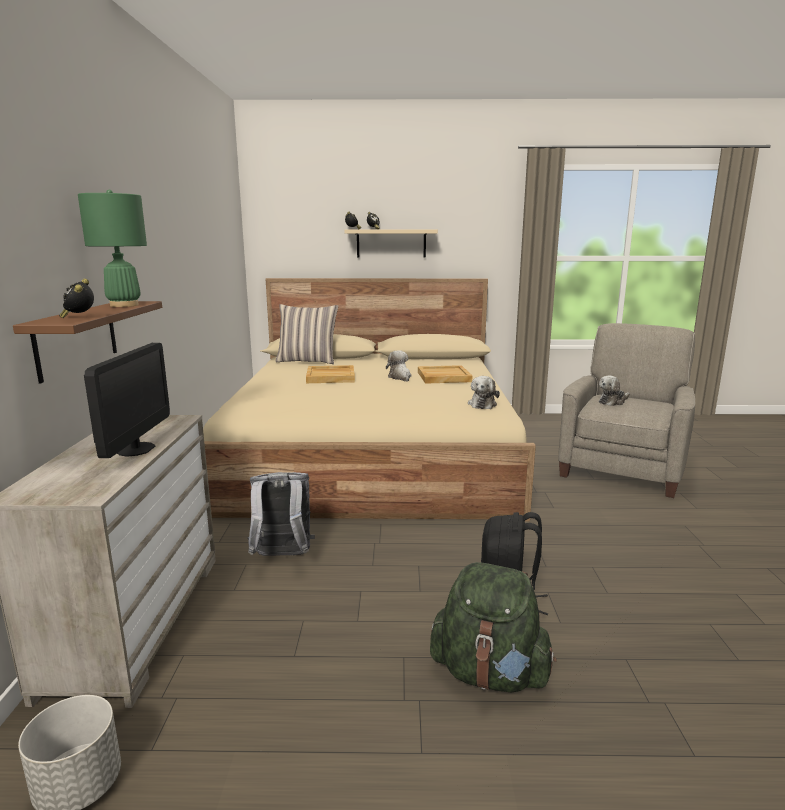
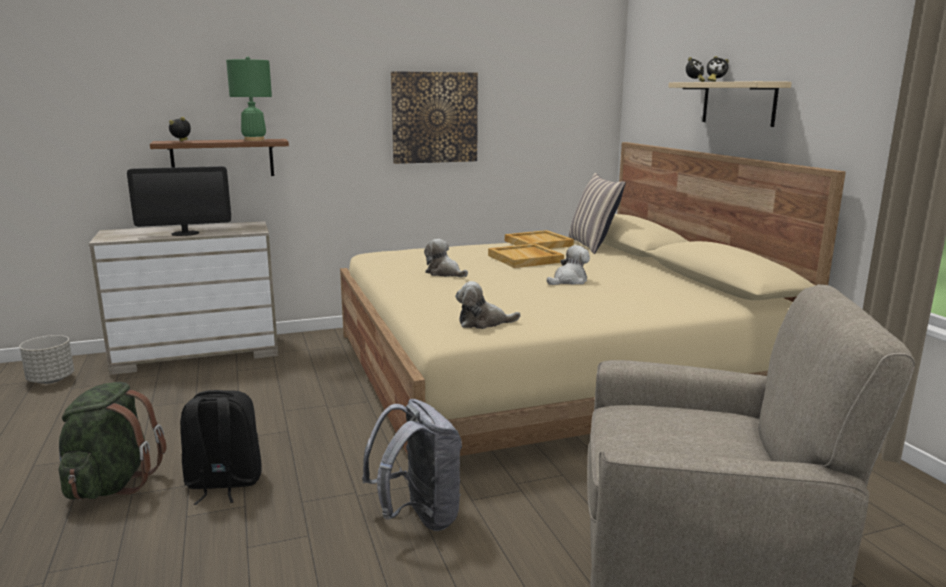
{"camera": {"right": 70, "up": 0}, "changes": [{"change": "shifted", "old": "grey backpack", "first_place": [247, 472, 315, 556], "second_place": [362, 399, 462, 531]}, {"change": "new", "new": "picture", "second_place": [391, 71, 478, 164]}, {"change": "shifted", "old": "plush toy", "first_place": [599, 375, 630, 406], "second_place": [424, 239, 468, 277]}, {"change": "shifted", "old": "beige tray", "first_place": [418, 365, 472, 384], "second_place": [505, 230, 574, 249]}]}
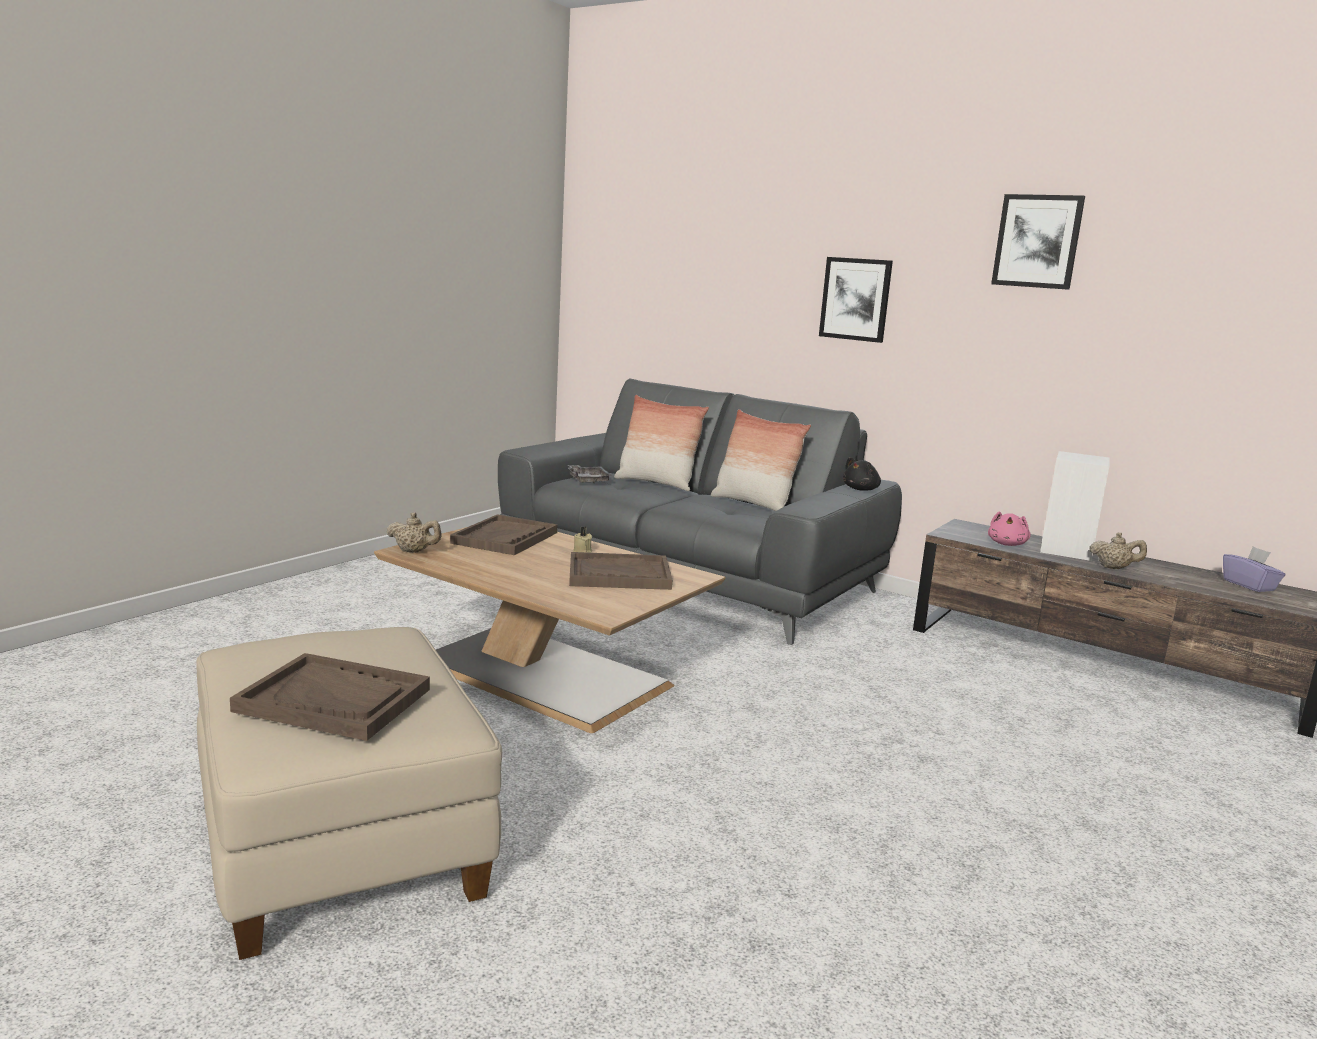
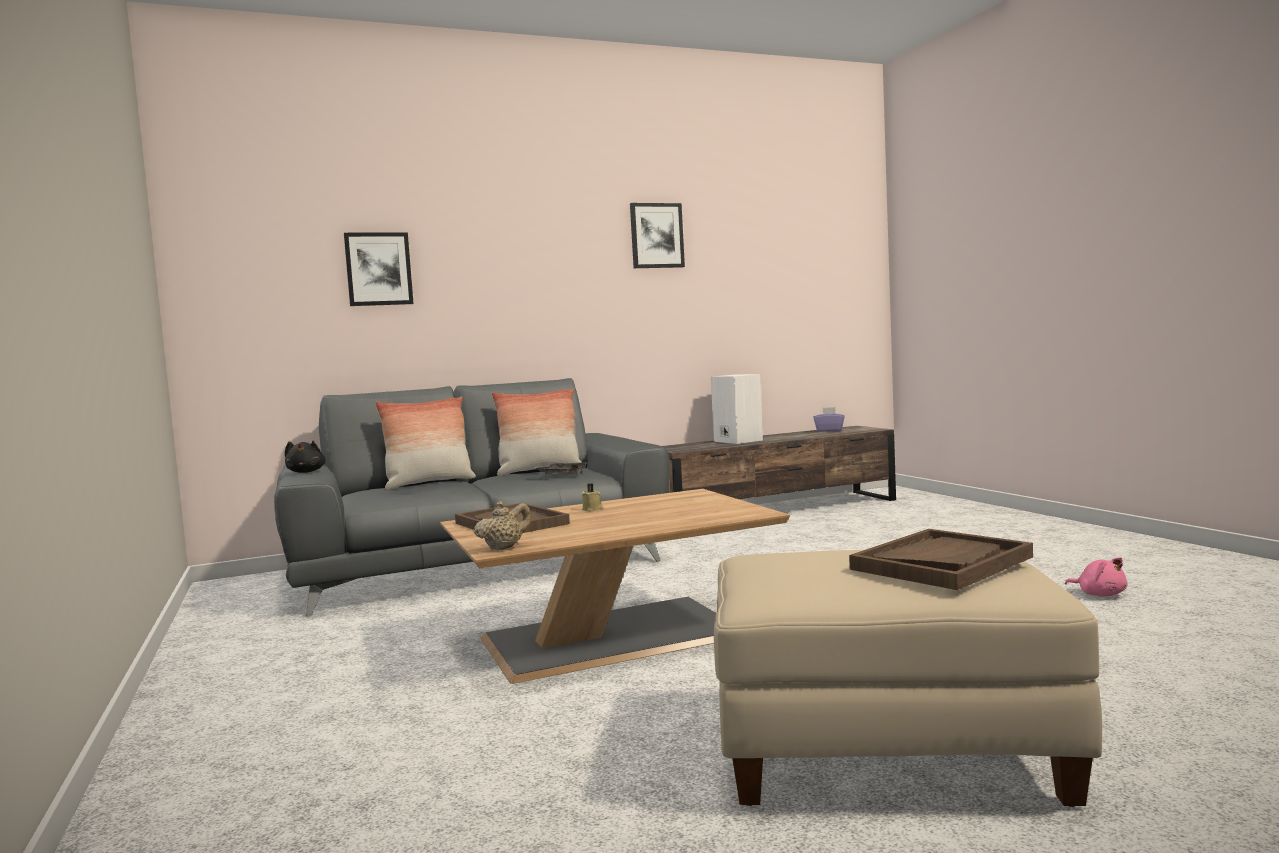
{"camera": {"right": -55, "up": -10}, "changes": [{"change": "shifted", "old": "black plush toy", "first_place": [843, 457, 881, 491], "second_place": [285, 441, 326, 473]}, {"change": "shifted", "old": "picture", "first_place": [819, 257, 893, 343], "second_place": [344, 232, 414, 306]}, {"change": "shifted", "old": "grey tray", "first_place": [567, 465, 612, 483], "second_place": [534, 462, 587, 475]}, {"change": "shifted", "old": "pink plush toy", "first_place": [988, 511, 1030, 546], "second_place": [1065, 557, 1127, 596]}, {"change": "gone", "old": "brown tray", "first_place": [569, 552, 672, 590]}, {"change": "gone", "old": "beige teapot", "first_place": [1089, 533, 1147, 569]}]}
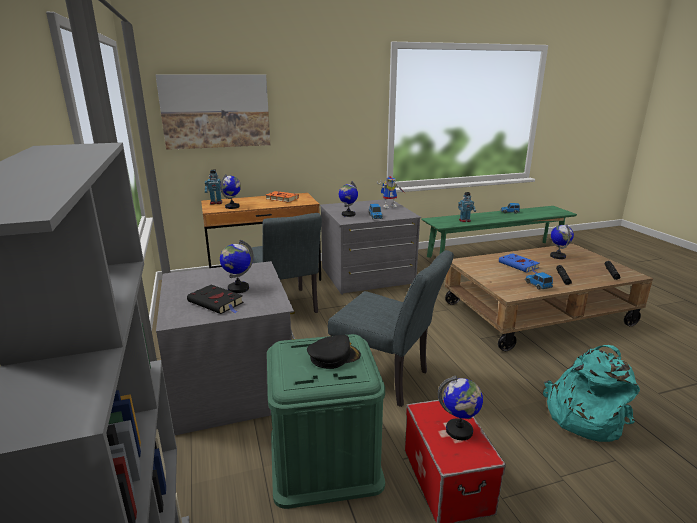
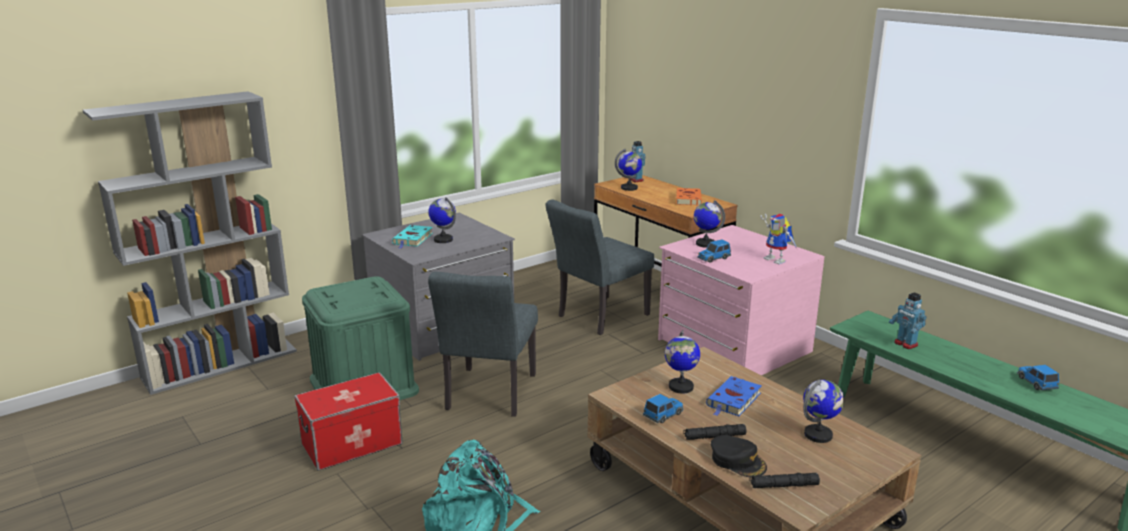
{"camera": {"right": 70, "up": 0}, "changes": [{"change": "repainted", "old": "black book", "new": "turquoise book", "first_place": [187, 285, 244, 314], "second_place": [392, 225, 433, 248]}, {"change": "repainted", "old": "grey dresser", "new": "pink dresser", "first_place": [320, 199, 421, 295], "second_place": [658, 225, 825, 375]}, {"change": "shifted", "old": "globe", "first_place": [438, 376, 483, 440], "second_place": [665, 330, 700, 394]}, {"change": "shifted", "old": "black cap", "first_place": [307, 335, 361, 369], "second_place": [711, 435, 767, 477]}, {"change": "gone", "old": "picture", "first_place": [155, 75, 270, 150]}]}
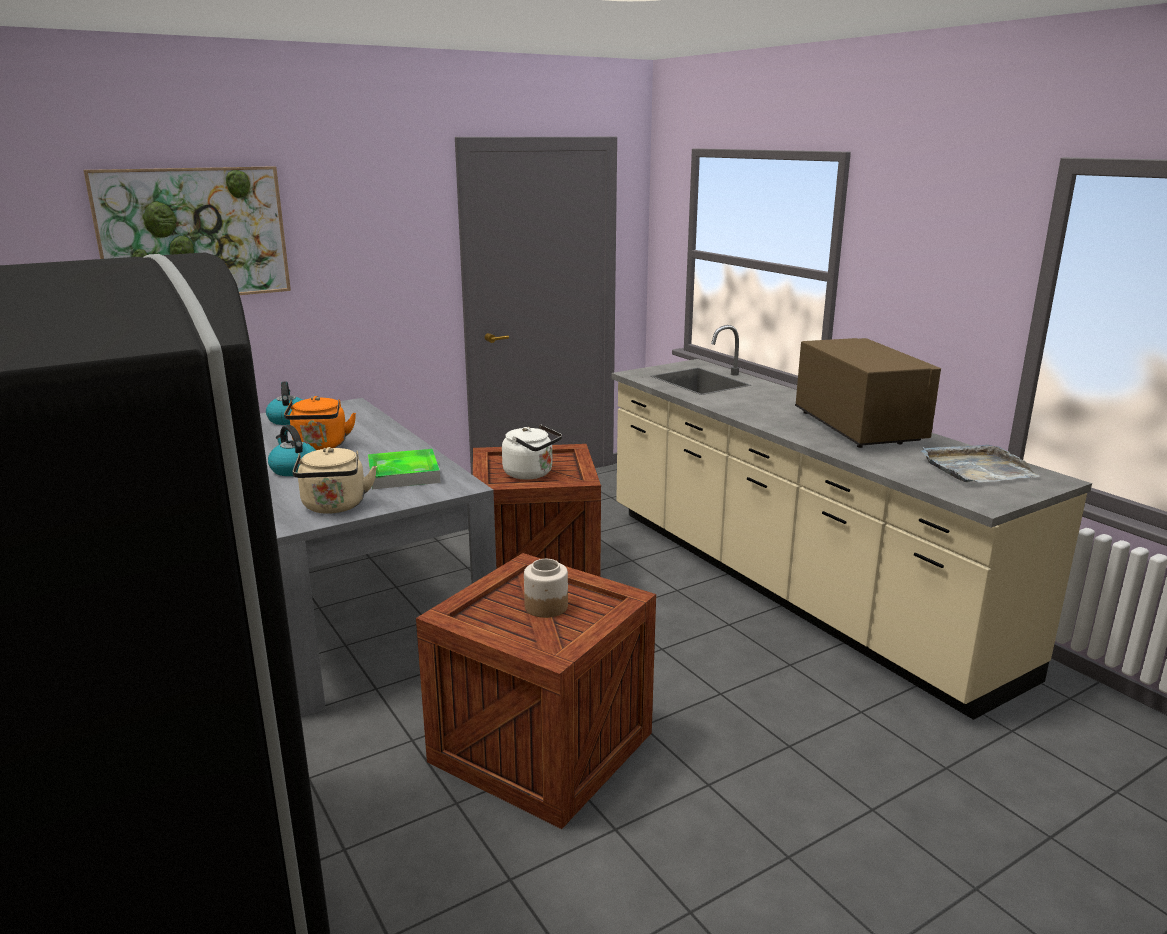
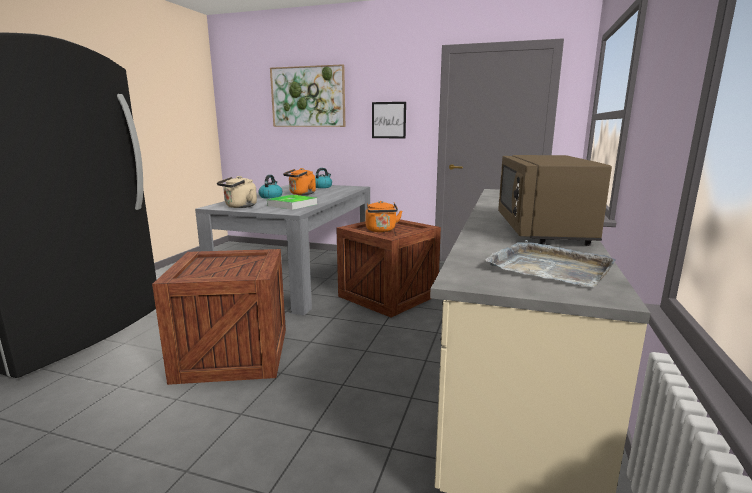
{"camera": {"right": 50, "up": -5}, "changes": [{"change": "repainted", "old": "white kettle", "new": "orange kettle", "first_place": [502, 424, 562, 480], "second_place": [365, 201, 402, 232]}, {"change": "new", "new": "picture", "second_place": [372, 102, 406, 139]}, {"change": "rotated", "old": "brown microwave", "first_place": [795, 338, 941, 448], "second_place": [498, 155, 612, 246], "degrees": 150}, {"change": "gone", "old": "jar", "first_place": [524, 559, 568, 618]}]}
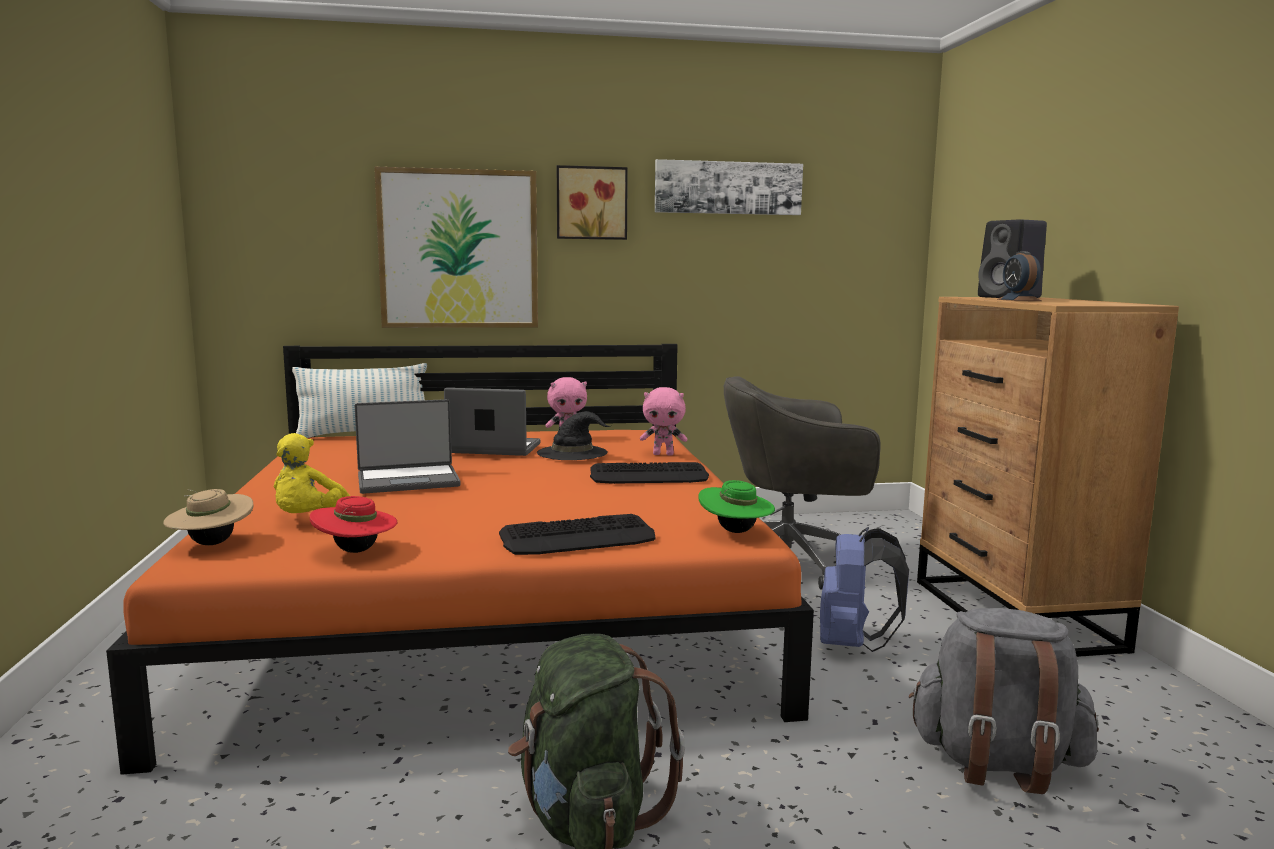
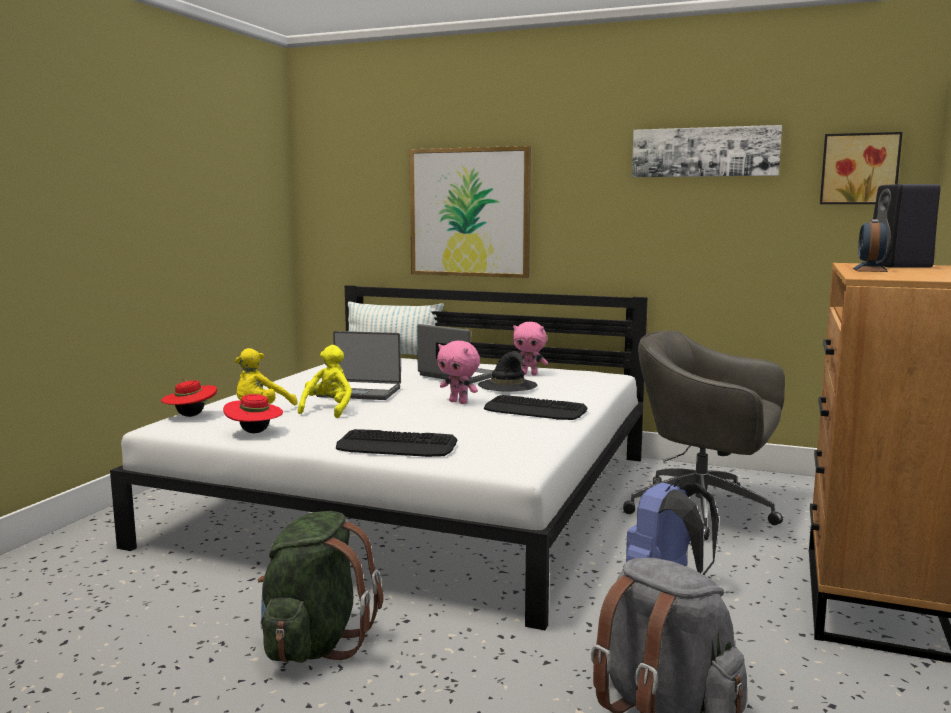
{"camera": {"right": 30, "up": 0}, "changes": [{"change": "repainted", "old": "orange bed", "new": "white bed", "first_place": [106, 344, 814, 775], "second_place": [110, 285, 648, 630]}, {"change": "repainted", "old": "beige hat", "new": "red hat", "first_place": [163, 489, 254, 545], "second_place": [161, 379, 217, 417]}, {"change": "new", "new": "yellow plush toy", "second_place": [298, 345, 352, 418]}, {"change": "shifted", "old": "pink plush toy", "first_place": [640, 387, 687, 455], "second_place": [437, 341, 480, 404]}, {"change": "shifted", "old": "picture", "first_place": [557, 165, 628, 240], "second_place": [820, 132, 903, 204]}, {"change": "gone", "old": "green hat", "first_place": [698, 480, 775, 533]}]}
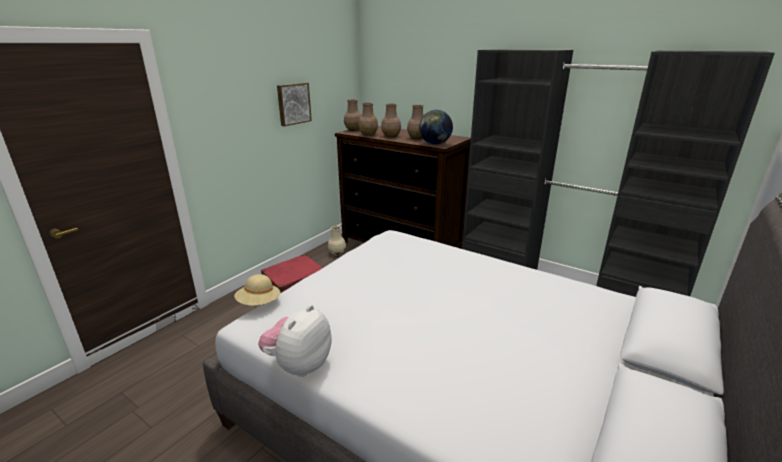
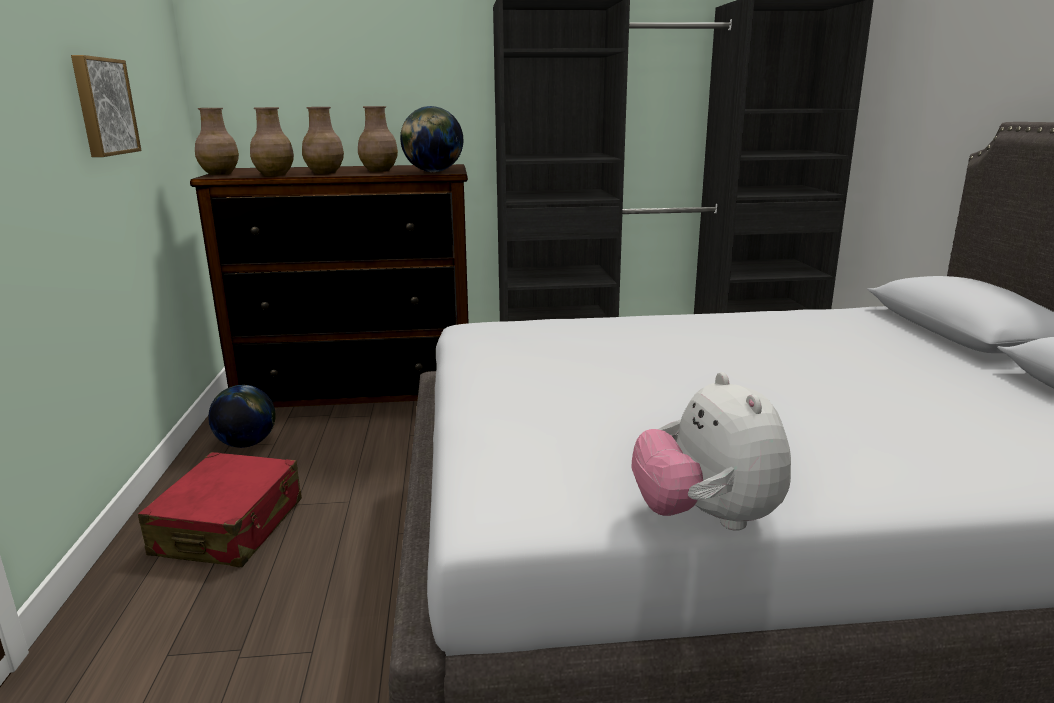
{"camera": {"right": -40, "up": -5}, "changes": [{"change": "swapped", "old": "beige vase", "new": "globe", "first_place": [328, 226, 346, 256], "second_place": [208, 385, 276, 448]}, {"change": "gone", "old": "beige hat", "first_place": [234, 274, 280, 306]}]}
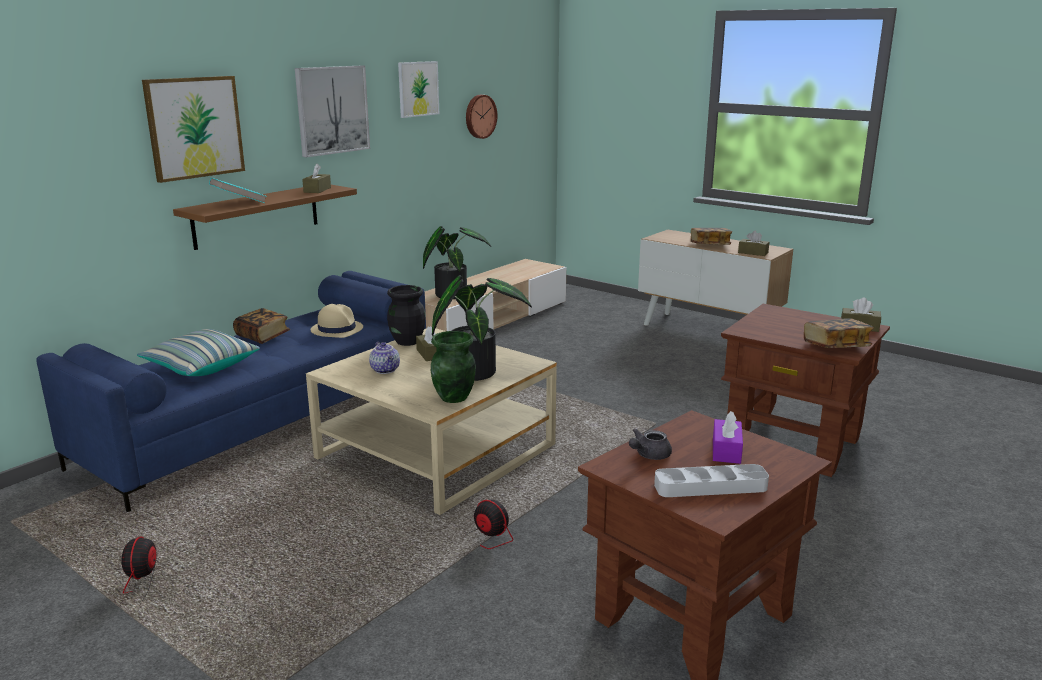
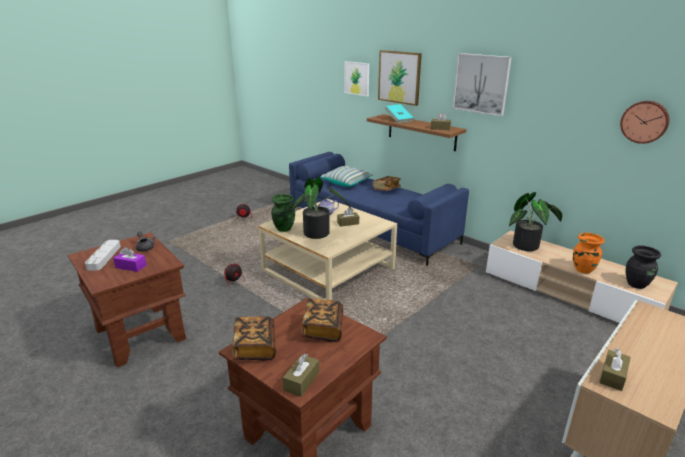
{"camera": {"right": 95, "up": 5}, "changes": [{"change": "shifted", "old": "book", "first_place": [691, 228, 732, 245], "second_place": [301, 298, 344, 342]}, {"change": "shifted", "old": "picture", "first_place": [398, 61, 439, 118], "second_place": [344, 61, 369, 97]}, {"change": "new", "new": "orange vase", "second_place": [573, 233, 604, 273]}, {"change": "shifted", "old": "black vase", "first_place": [387, 285, 426, 346], "second_place": [625, 246, 661, 289]}, {"change": "gone", "old": "beige hat", "first_place": [311, 304, 363, 338]}]}
